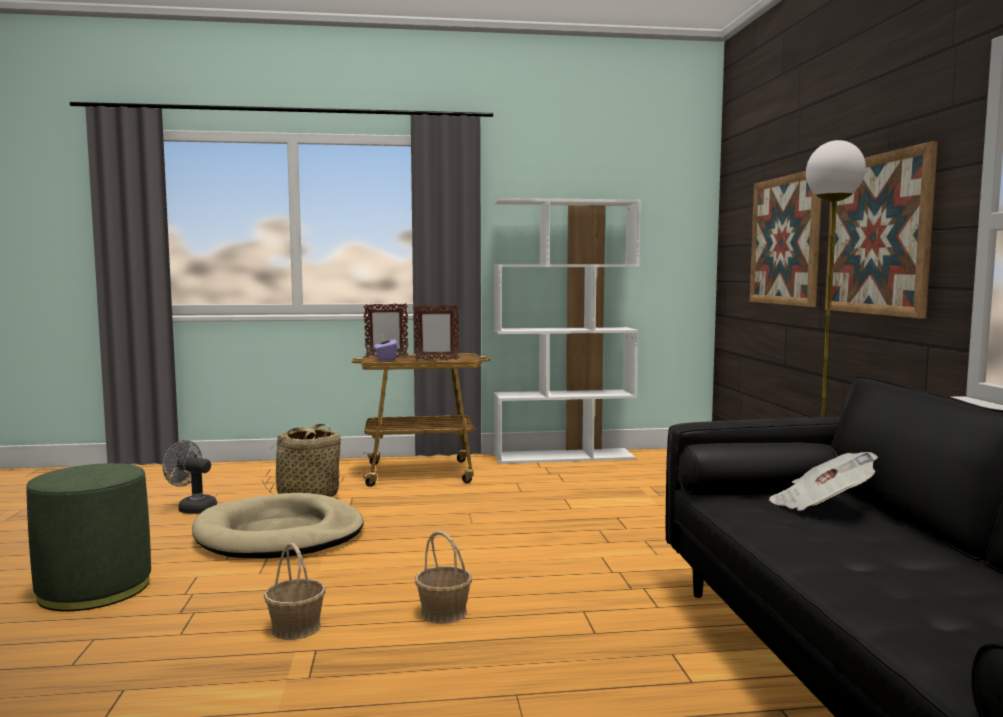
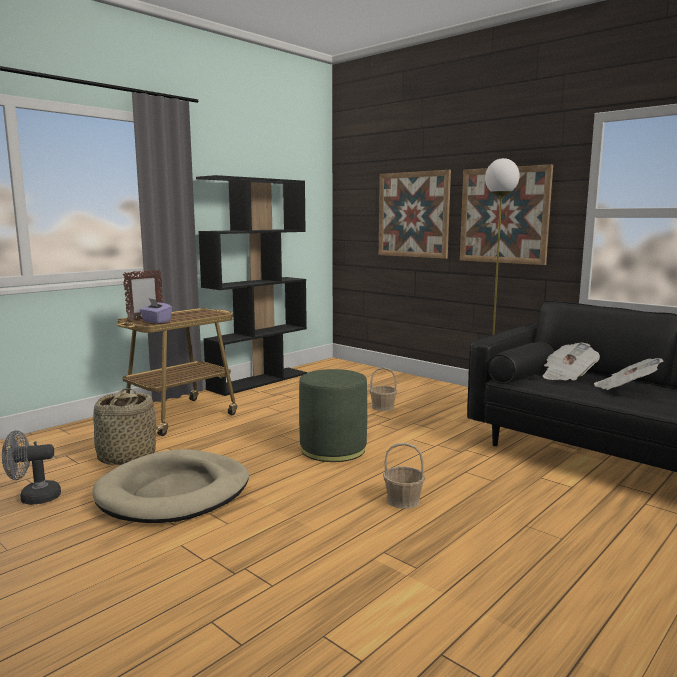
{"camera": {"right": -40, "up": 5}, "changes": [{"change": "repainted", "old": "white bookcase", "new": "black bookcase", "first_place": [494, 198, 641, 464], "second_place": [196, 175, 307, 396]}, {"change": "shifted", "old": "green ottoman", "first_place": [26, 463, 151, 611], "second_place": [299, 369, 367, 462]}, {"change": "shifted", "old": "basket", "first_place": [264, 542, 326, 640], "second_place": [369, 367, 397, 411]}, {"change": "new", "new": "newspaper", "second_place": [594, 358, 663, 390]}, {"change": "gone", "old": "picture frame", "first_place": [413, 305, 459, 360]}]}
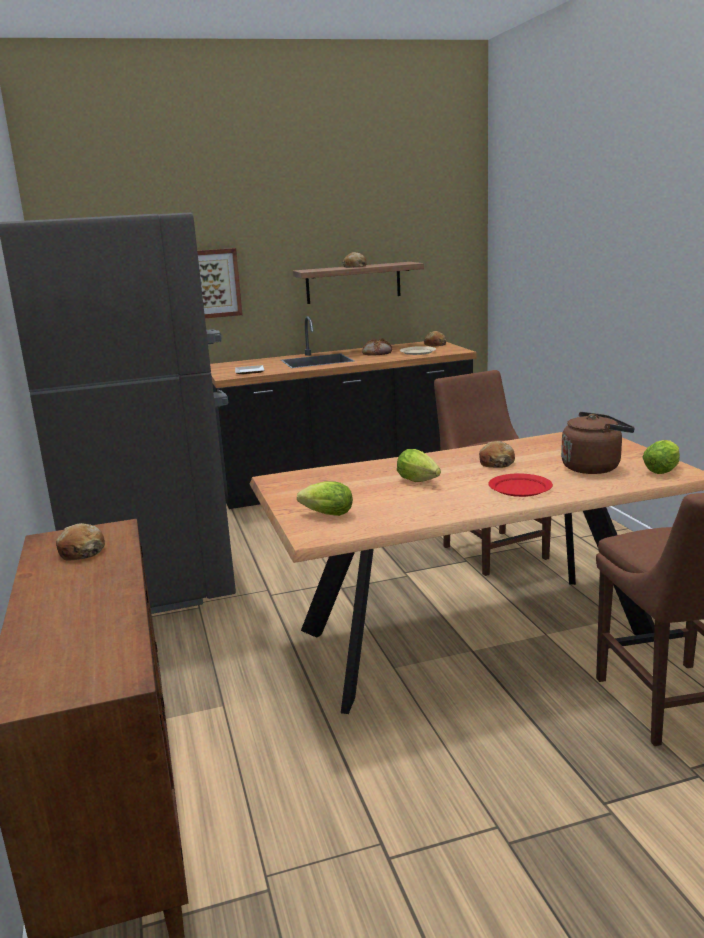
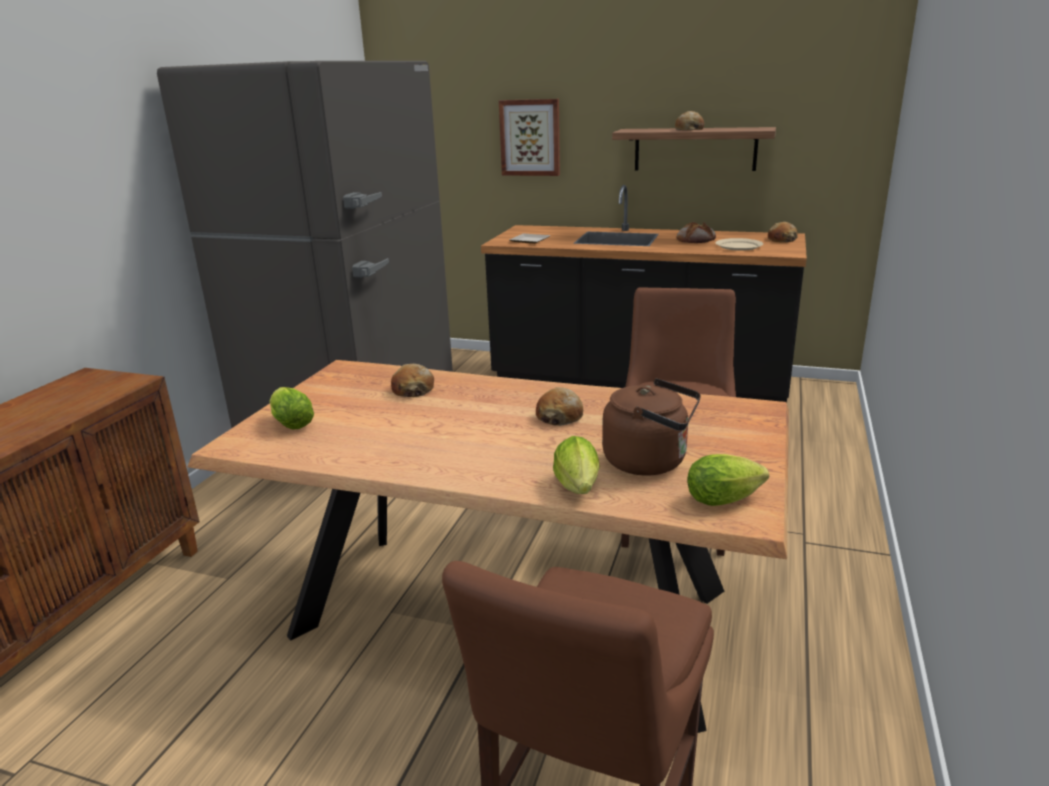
{"camera": {"right": 35, "up": 5}, "changes": [{"change": "shifted", "old": "bread", "first_place": [56, 523, 105, 561], "second_place": [391, 364, 434, 397]}, {"change": "shifted", "old": "lettuce", "first_place": [397, 449, 441, 482], "second_place": [553, 436, 600, 494]}, {"change": "gone", "old": "red plate", "first_place": [488, 473, 553, 497]}]}
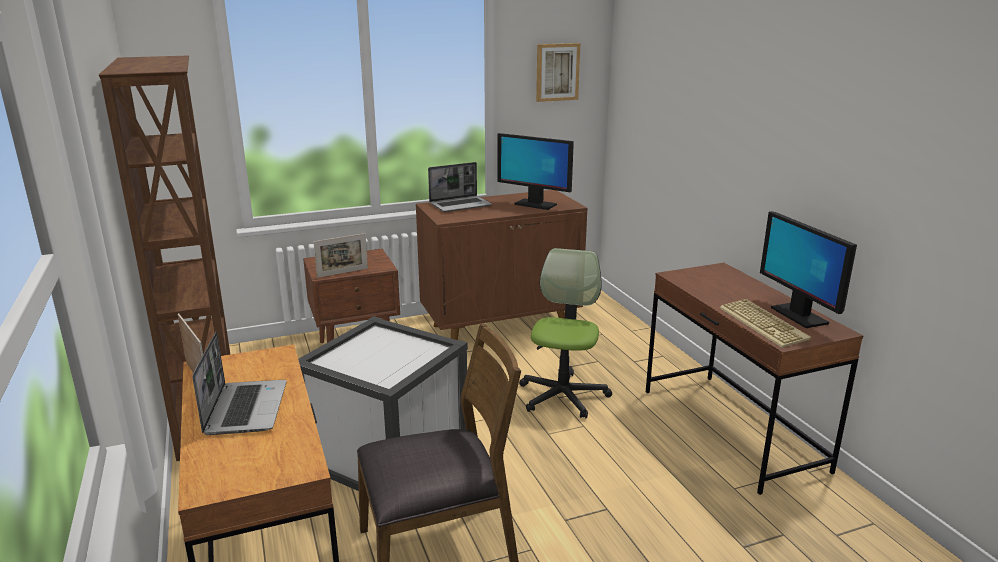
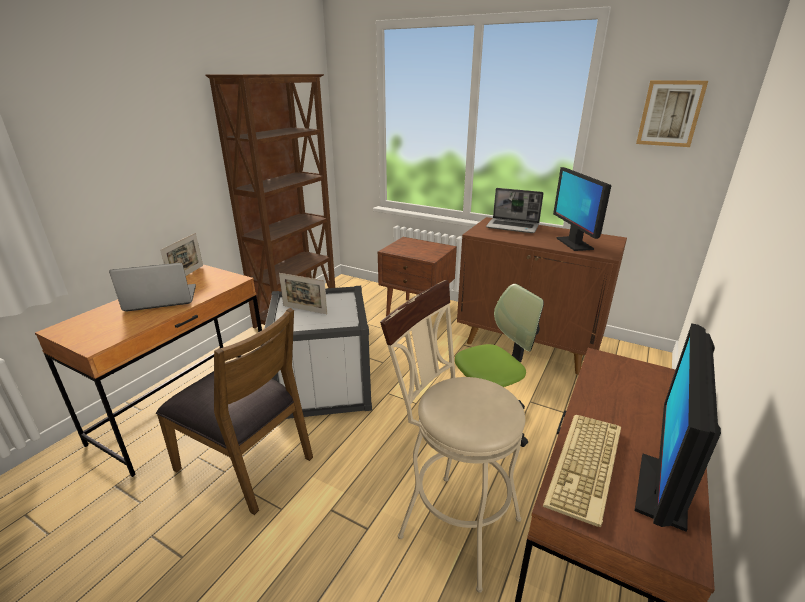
{"camera": {"right": 50, "up": 5}, "changes": [{"change": "rotated", "old": "laptop", "first_place": [192, 332, 287, 435], "second_place": [109, 263, 196, 311], "degrees": -150}, {"change": "shifted", "old": "picture frame", "first_place": [314, 233, 368, 278], "second_place": [279, 273, 327, 314]}, {"change": "new", "new": "beige stool", "second_place": [380, 280, 525, 593]}]}
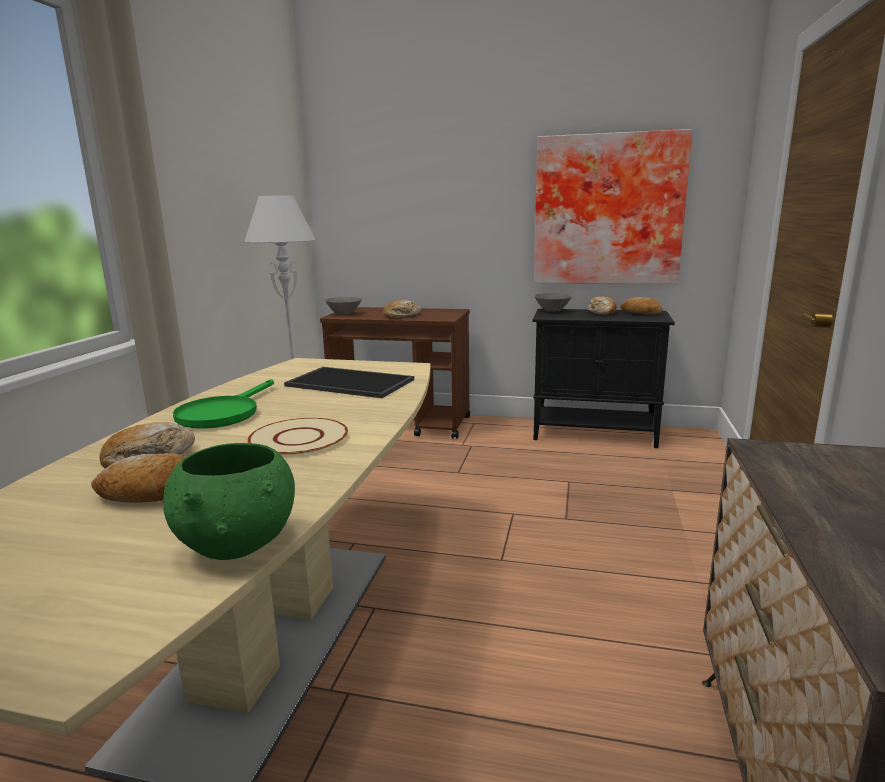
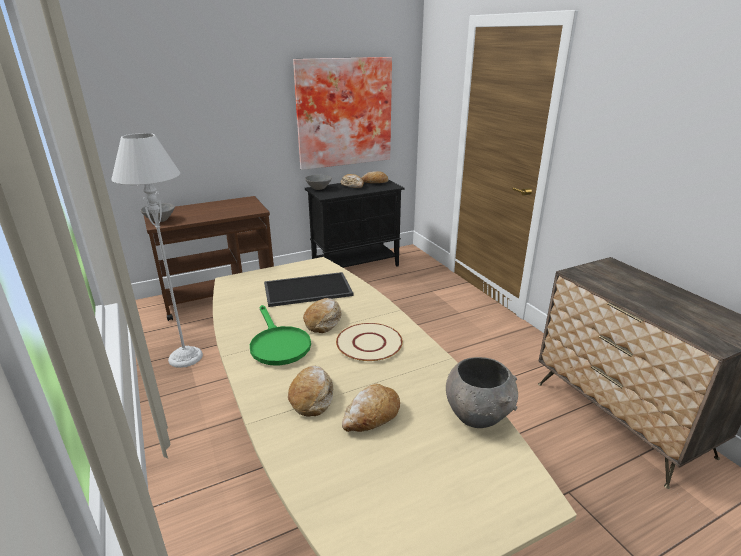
{"camera": {"right": -40, "up": 10}, "changes": [{"change": "shifted", "old": "bread", "first_place": [383, 300, 421, 319], "second_place": [303, 298, 342, 333]}, {"change": "repainted", "old": "green bowl", "new": "grey bowl", "first_place": [163, 443, 295, 560], "second_place": [446, 357, 518, 428]}]}
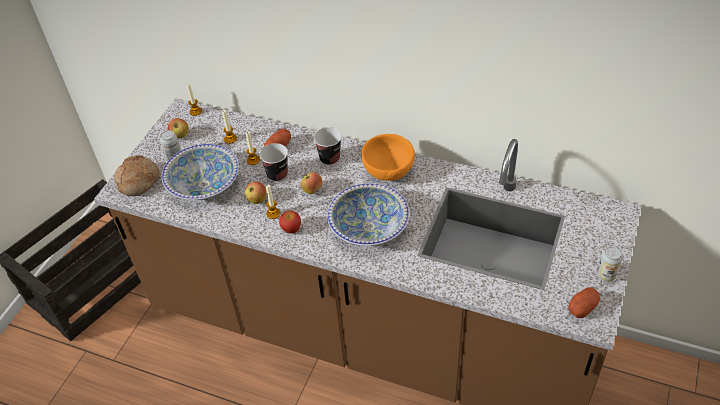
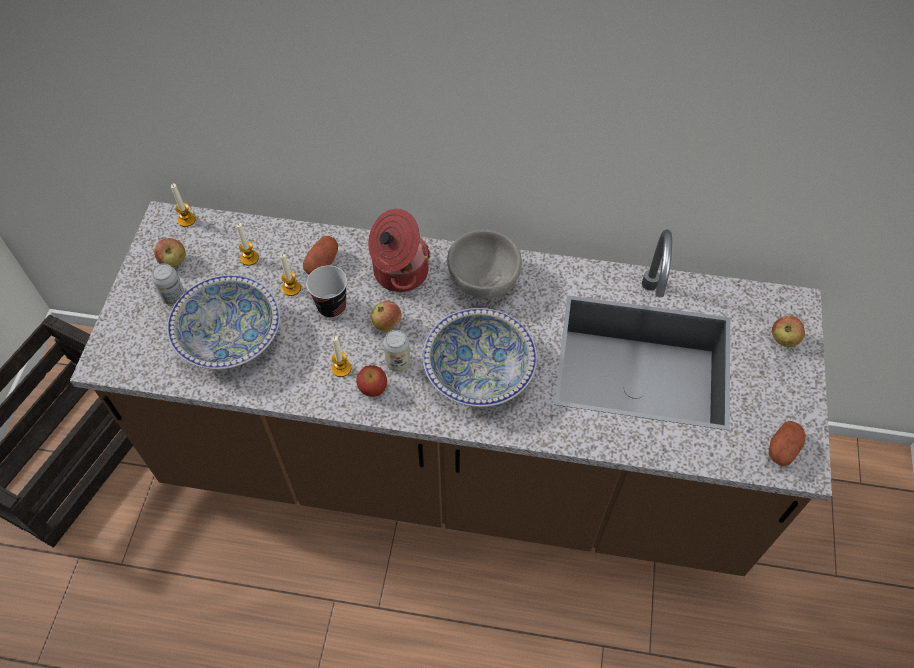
{"camera": {"right": -15, "up": 10}, "changes": [{"change": "swapped", "old": "cup", "new": "cooking pot", "first_place": [314, 127, 342, 166], "second_place": [368, 209, 430, 292]}, {"change": "shifted", "old": "can", "first_place": [597, 247, 622, 282], "second_place": [383, 330, 410, 372]}, {"change": "repainted", "old": "orange bowl", "new": "grey bowl", "first_place": [361, 134, 415, 181], "second_place": [447, 229, 522, 298]}, {"change": "shifted", "old": "apple", "first_place": [245, 181, 267, 204], "second_place": [772, 316, 805, 347]}, {"change": "gone", "old": "bread", "first_place": [114, 155, 160, 196]}]}
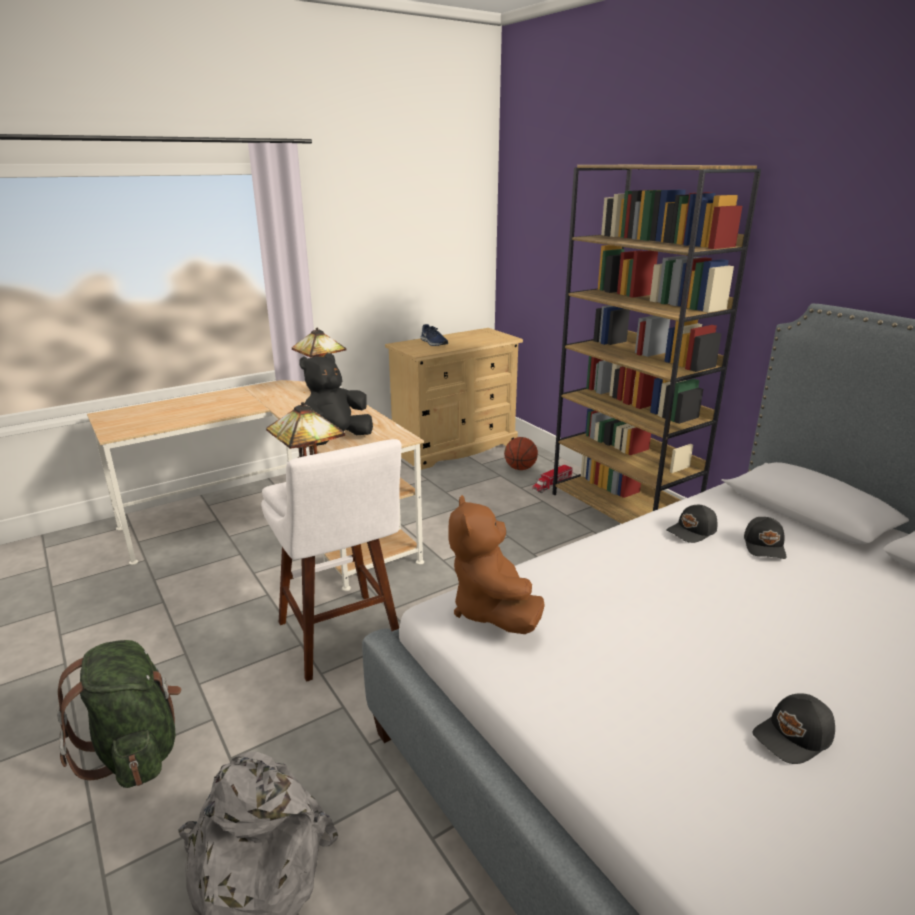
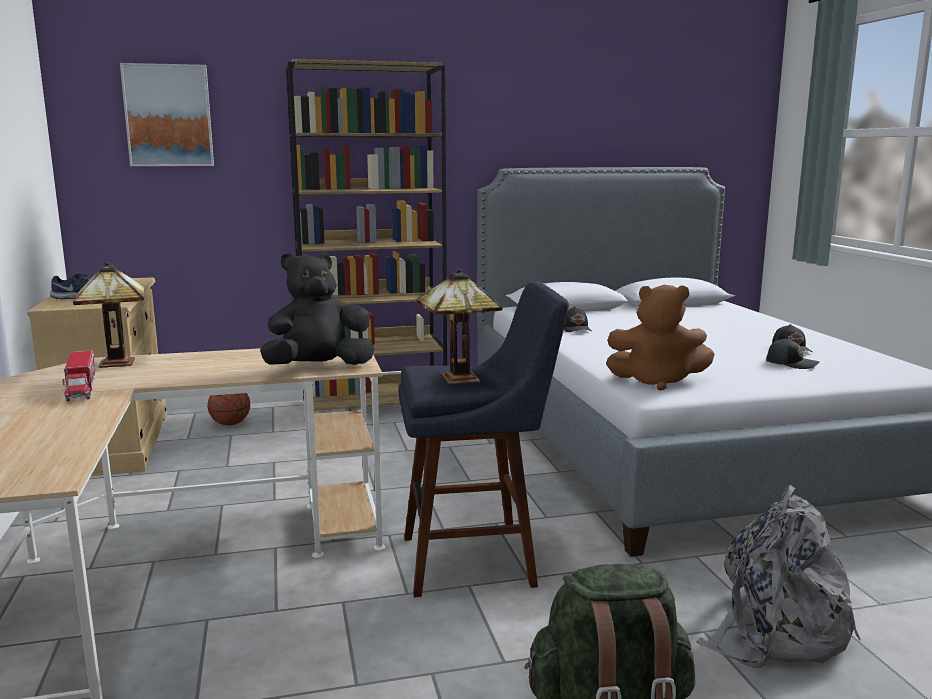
{"camera": {"right": -70, "up": -10}, "changes": [{"change": "shifted", "old": "toy truck", "first_place": [532, 464, 573, 493], "second_place": [62, 350, 96, 402]}, {"change": "new", "new": "picture", "second_place": [120, 63, 214, 166]}, {"change": "rotated", "old": "black plush toy", "first_place": [299, 353, 373, 446], "second_place": [260, 253, 374, 365], "degrees": 90}, {"change": "repainted", "old": "white stool", "new": "blue stool", "first_place": [261, 439, 402, 682], "second_place": [398, 281, 569, 597]}, {"change": "shifted", "old": "black cap", "first_place": [744, 517, 787, 559], "second_place": [766, 338, 819, 369]}]}
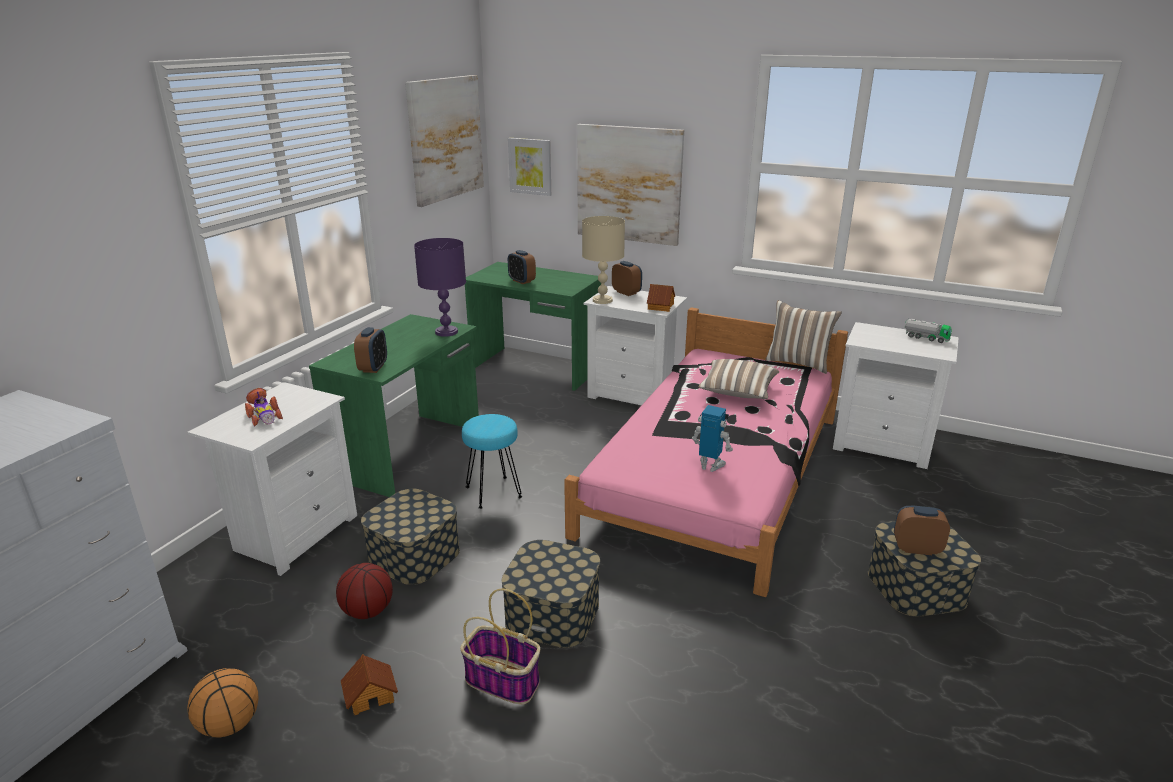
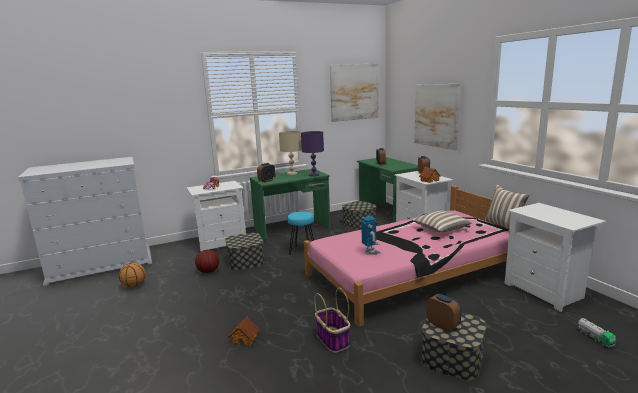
{"camera": {"right": 40, "up": -10}, "changes": [{"change": "shifted", "old": "toy house", "first_place": [341, 654, 398, 715], "second_place": [228, 317, 259, 346]}, {"change": "shifted", "old": "beige table lamp", "first_place": [582, 216, 625, 304], "second_place": [279, 131, 302, 175]}, {"change": "shifted", "old": "basket", "first_place": [460, 589, 540, 705], "second_place": [314, 288, 350, 353]}, {"change": "shifted", "old": "storage box", "first_place": [502, 540, 600, 648], "second_place": [342, 201, 376, 230]}, {"change": "shifted", "old": "toy truck", "first_place": [905, 319, 952, 343], "second_place": [578, 318, 616, 348]}, {"change": "gone", "old": "picture", "first_place": [508, 138, 551, 196]}]}
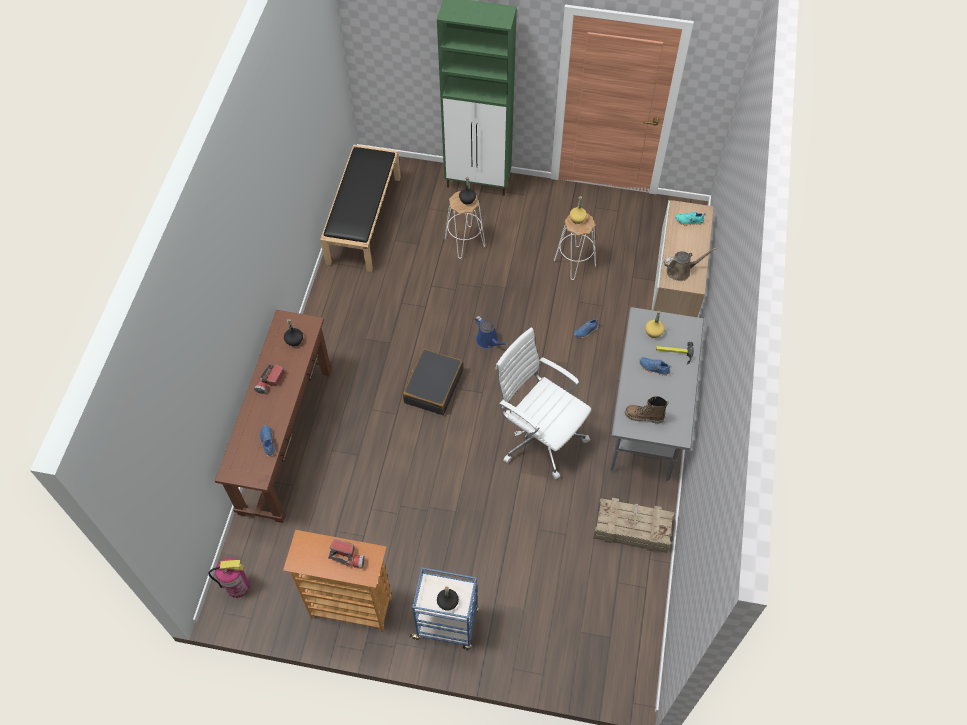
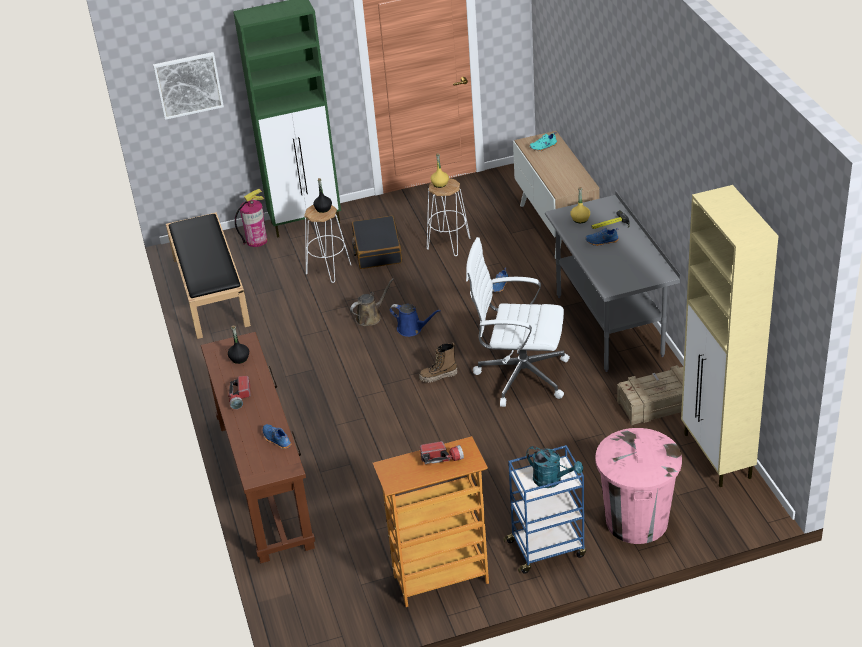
{"camera": {"right": -25, "up": -20}, "changes": [{"change": "new", "new": "picture", "second_place": [153, 52, 224, 120]}, {"change": "shifted", "old": "fire extinguisher", "first_place": [208, 558, 250, 598], "second_place": [235, 189, 267, 247]}, {"change": "shifted", "old": "brown watering can", "first_place": [664, 248, 717, 281], "second_place": [350, 278, 394, 326]}, {"change": "shifted", "old": "black suitcase", "first_place": [403, 349, 463, 415], "second_place": [352, 216, 402, 269]}, {"change": "shifted", "old": "boot", "first_place": [625, 396, 669, 424], "second_place": [419, 343, 457, 383]}, {"change": "swapped", "old": "black bottle", "new": "turquoise watering can", "first_place": [437, 587, 459, 611], "second_place": [526, 446, 583, 488]}, {"change": "new", "new": "pink trash can", "second_place": [596, 428, 682, 544]}, {"change": "new", "new": "beige cabinet", "second_place": [681, 185, 778, 487]}]}
